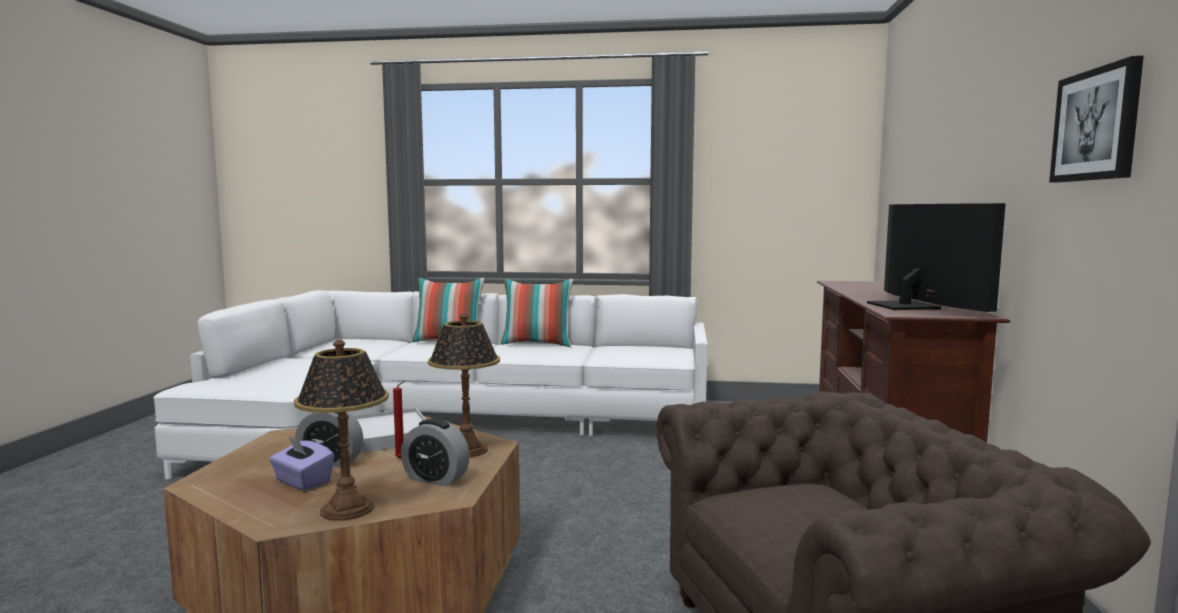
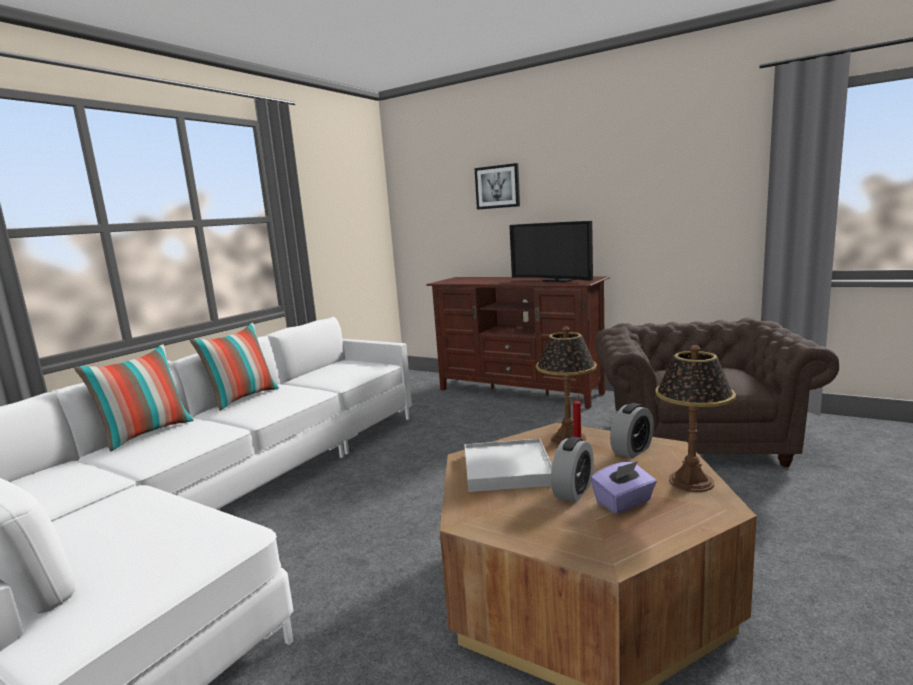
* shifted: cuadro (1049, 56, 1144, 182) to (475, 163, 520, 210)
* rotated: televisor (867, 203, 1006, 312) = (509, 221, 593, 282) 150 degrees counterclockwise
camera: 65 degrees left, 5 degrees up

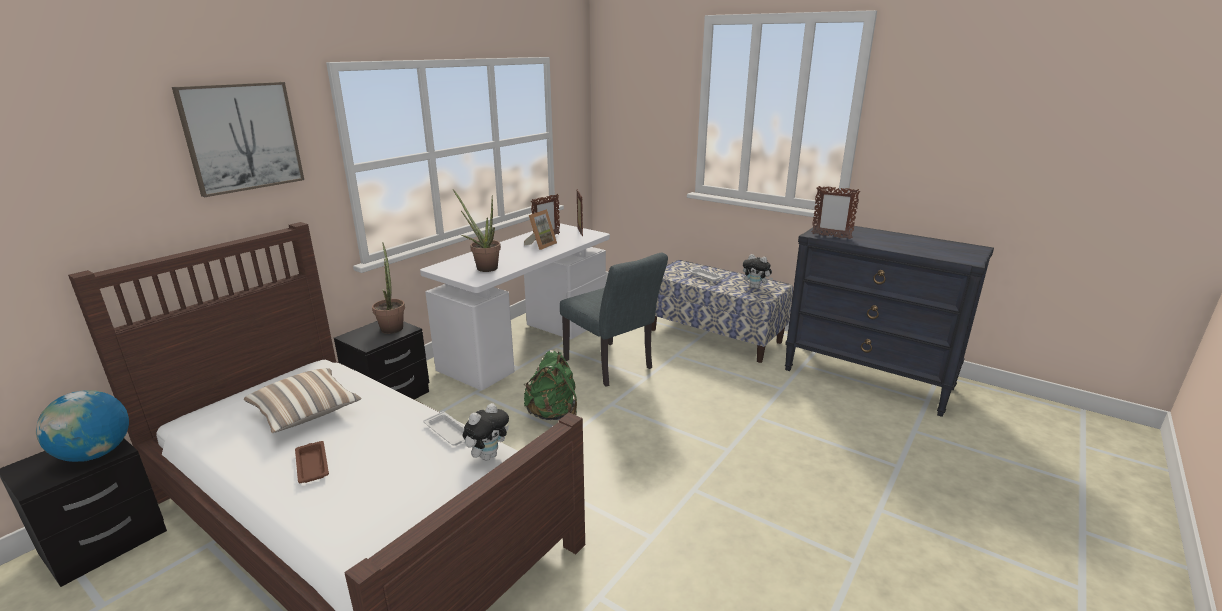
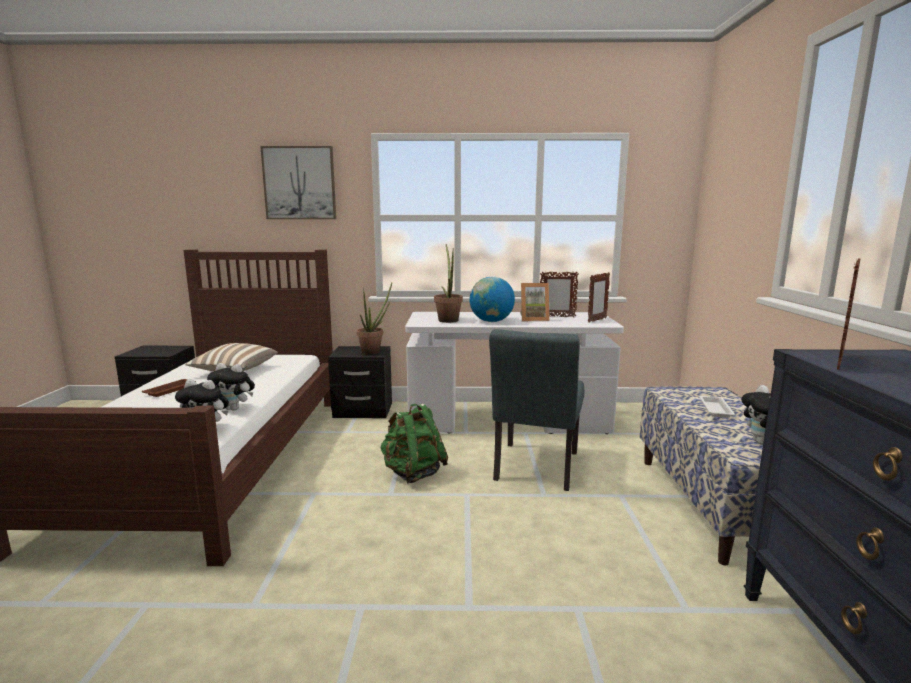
* swapped: bandeja/blanco (423, 411, 465, 446) to peluche (207, 363, 255, 411)
* shifted: globo terráqueo (36, 390, 129, 462) to (469, 277, 515, 322)
* rotated: portarretratos (812, 186, 860, 239) = (837, 258, 861, 370) 135 degrees counterclockwise
camera: 55 degrees right, 10 degrees down

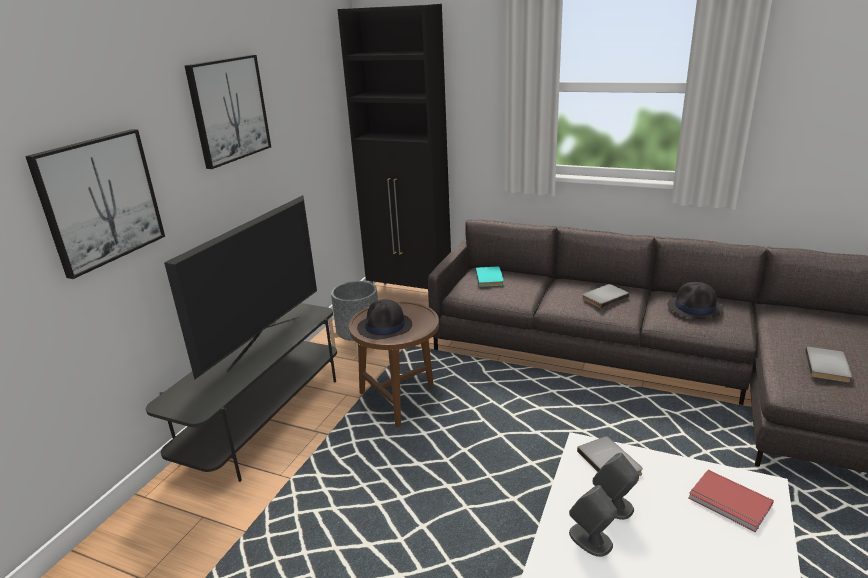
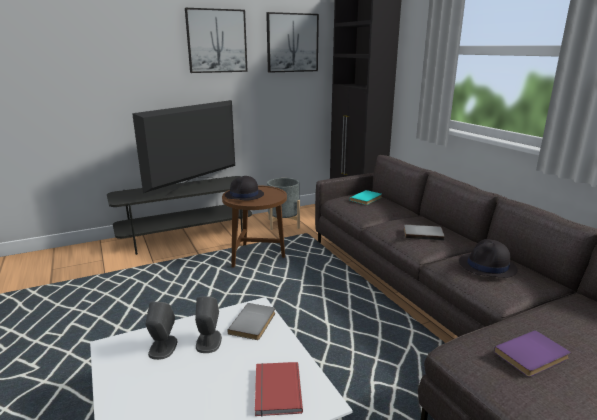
* rotated: televisor (164, 195, 317, 380) = (132, 100, 235, 196) 150 degrees clockwise
* shifted: cuadro (25, 129, 165, 279) to (266, 12, 319, 73)
* repainted: libro/gris (805, 346, 852, 383) to libro/morado (494, 330, 570, 377)
camera: 40 degrees right, 5 degrees down

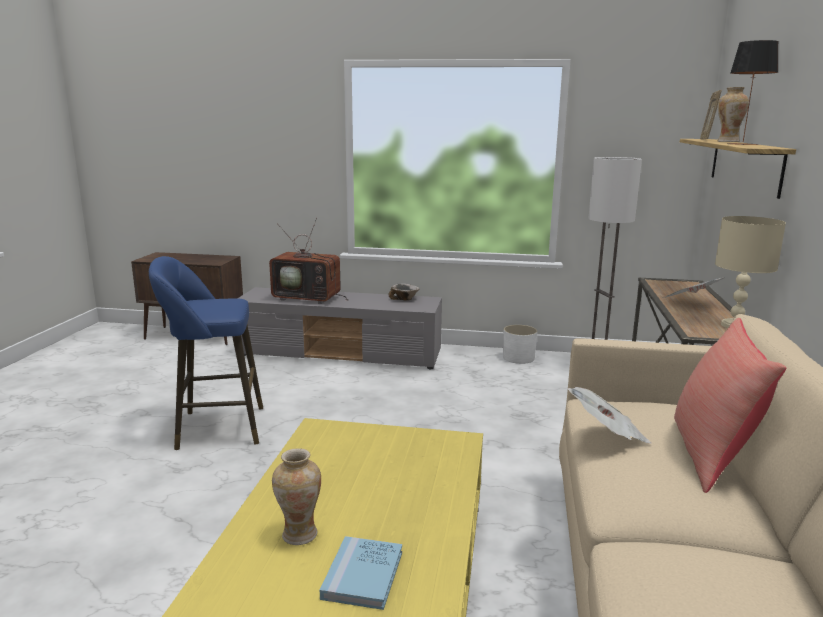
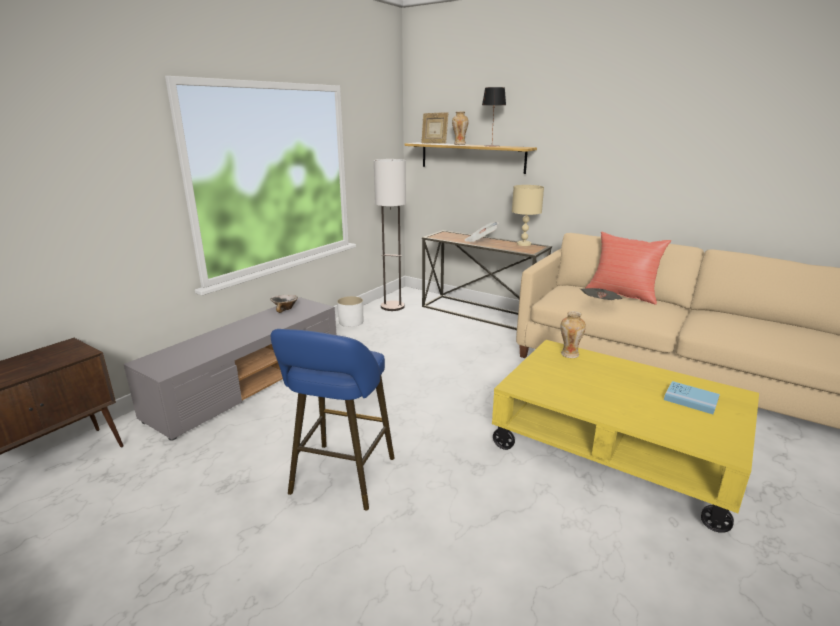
* shifted: florero (272, 448, 321, 545) to (560, 311, 586, 358)
* gone: televisor (269, 218, 348, 304)
camera: 65 degrees left, 5 degrees up

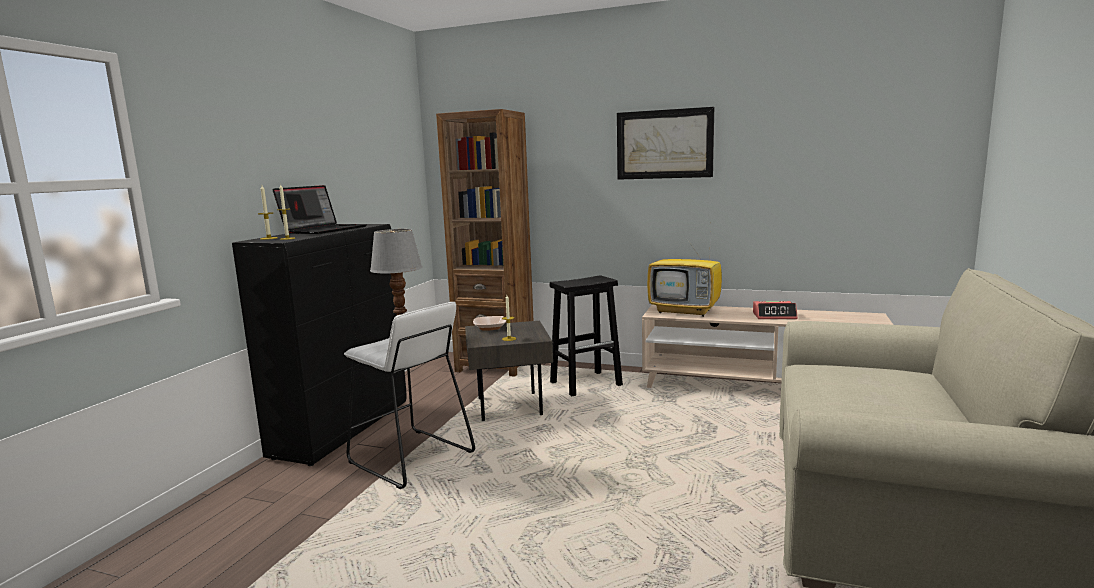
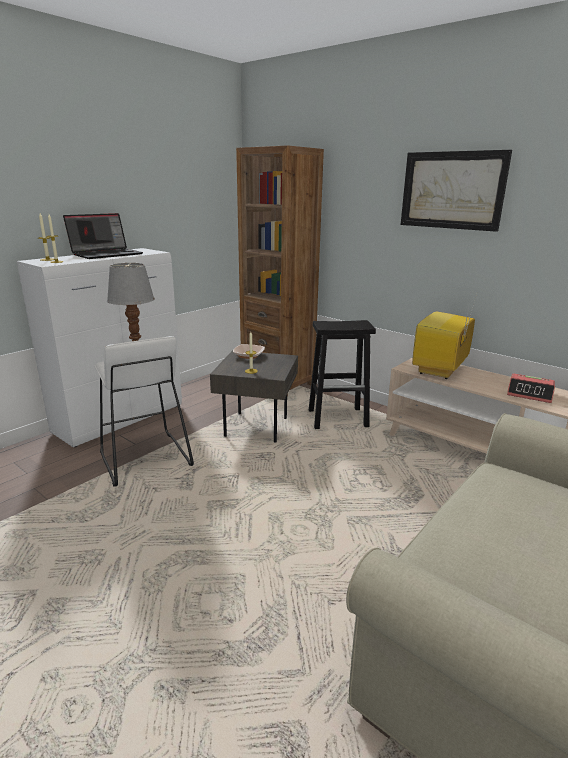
* repainted: armario/negro (232, 224, 407, 466) to armario/blanco (17, 248, 182, 447)
* rotated: televisor (647, 227, 722, 317) = (412, 288, 476, 379) 75 degrees clockwise
camera: 20 degrees right, 10 degrees up

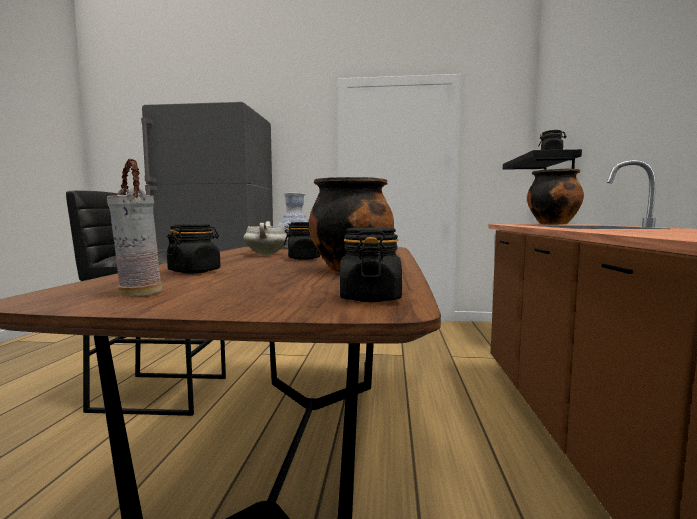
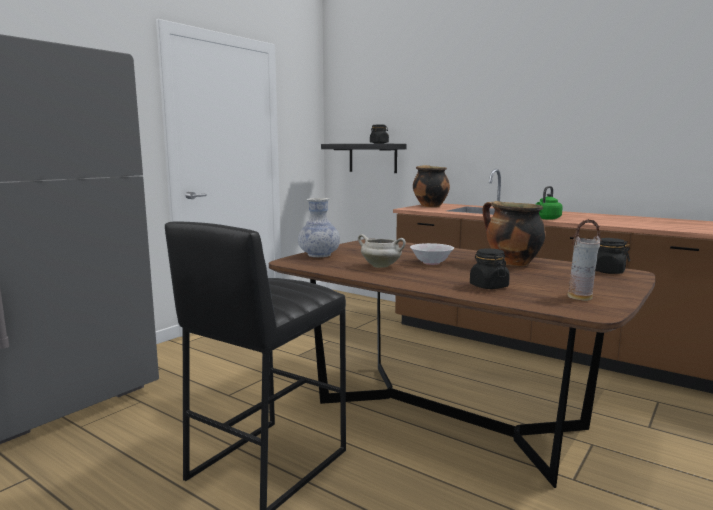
* swapped: tarro/negro (284, 222, 320, 260) to cuenco/blanco (410, 243, 454, 265)
* new: hervidor/verde (536, 186, 563, 220)
camera: 60 degrees left, 5 degrees up

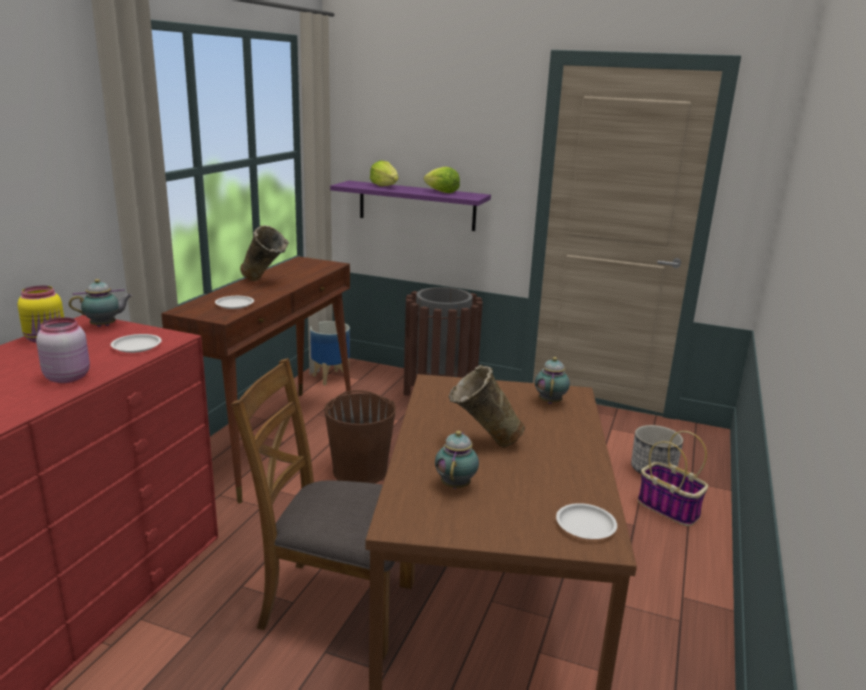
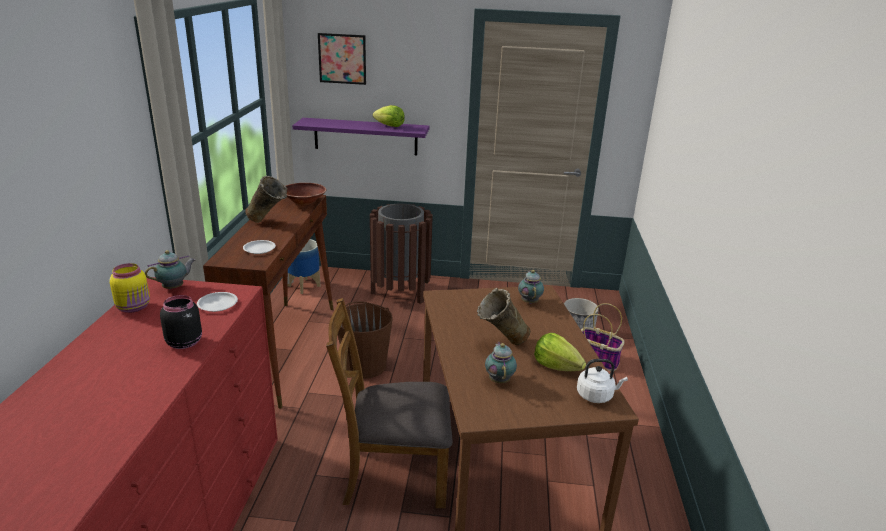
* repainted: tarro/rosa (36, 317, 90, 383) to tarro/negro (160, 295, 202, 349)
* new: cuenco/marrón (286, 183, 326, 206)
* new: cuadro (318, 33, 366, 85)
* shifted: lechuga (370, 160, 399, 186) to (534, 333, 586, 371)
* swapped: plato/blanco (556, 503, 617, 539) to hervidor/blanco (577, 359, 628, 403)
camera: 15 degrees left, 5 degrees up

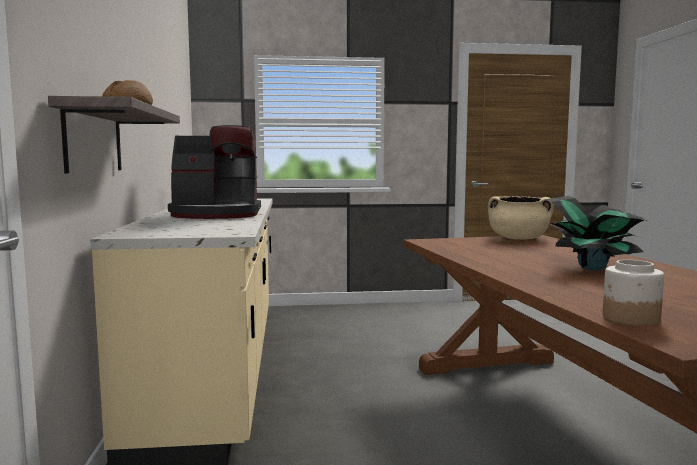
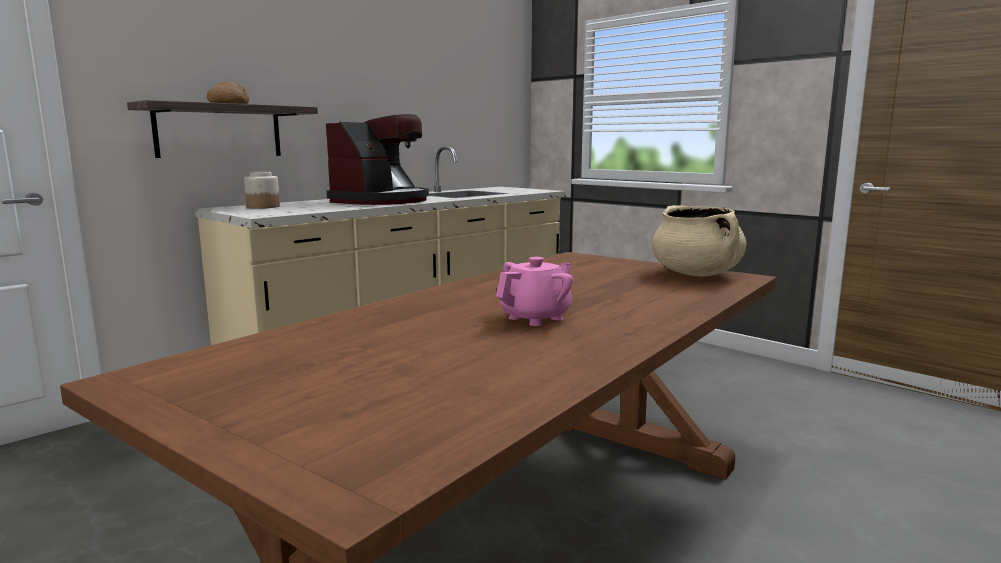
* shifted: tarro (603, 260, 664, 326) to (244, 172, 280, 209)
* rotated: cafetera (168, 125, 261, 219) = (326, 114, 429, 205) 105 degrees counterclockwise
* swapped: planta en maceta (545, 196, 644, 270) to tetera/rosa (496, 257, 573, 326)
camera: 50 degrees right, 5 degrees up

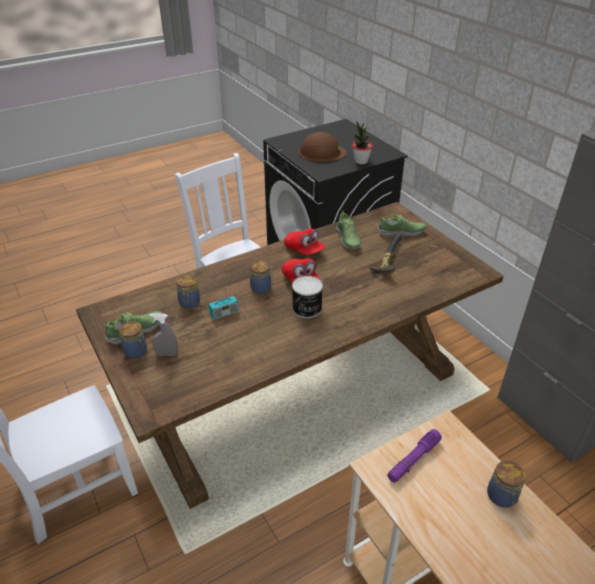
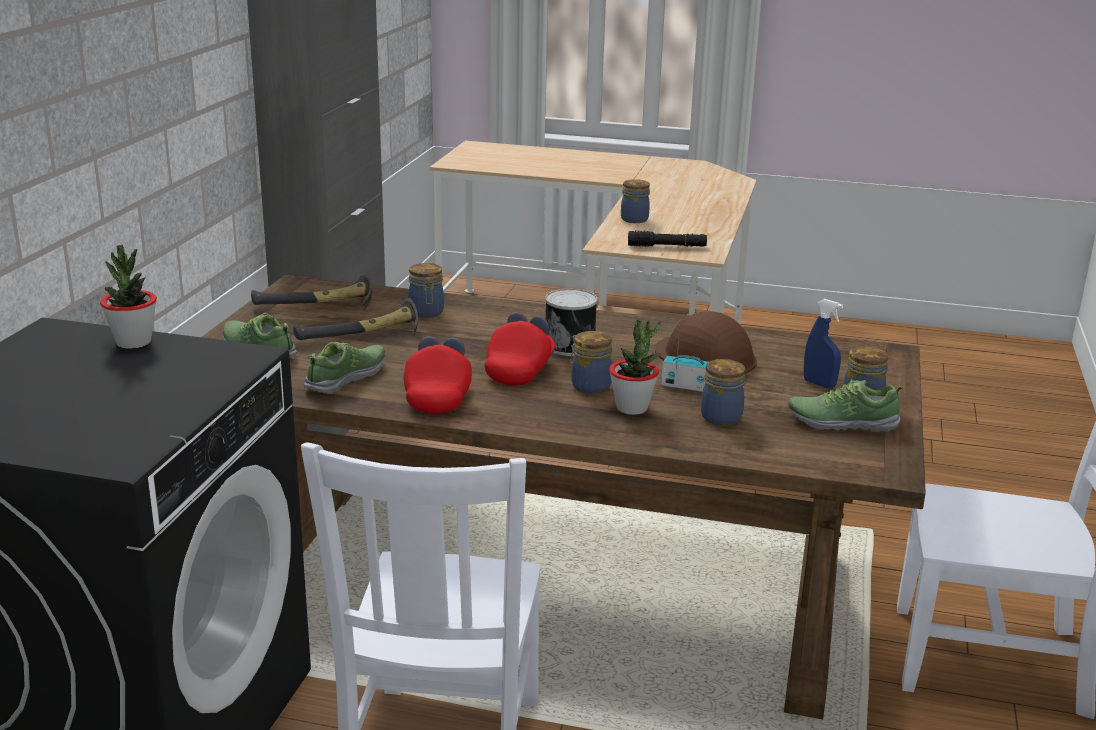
* new: martillo (251, 274, 372, 311)
* new: tarro (408, 263, 444, 318)
* new: planta en maceta (609, 319, 661, 415)
* repainted: linterna/morado (387, 429, 442, 483) to linterna/negro (628, 231, 707, 247)
* shifted: casco/marrón (298, 132, 347, 162) to (655, 311, 757, 374)
* repainted: pulverizador/gris (150, 313, 178, 356) to pulverizador/azul (804, 299, 843, 388)
camera: 135 degrees left, 15 degrees down

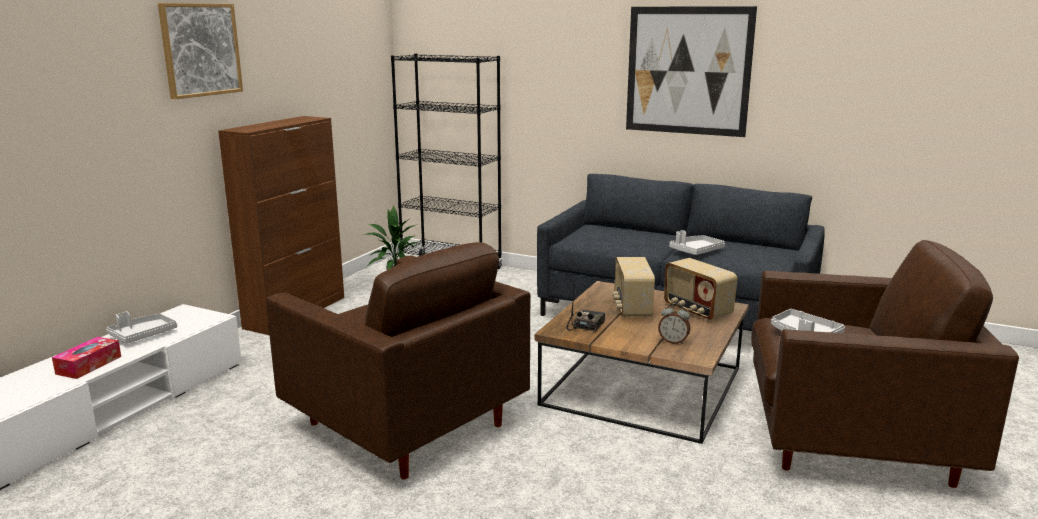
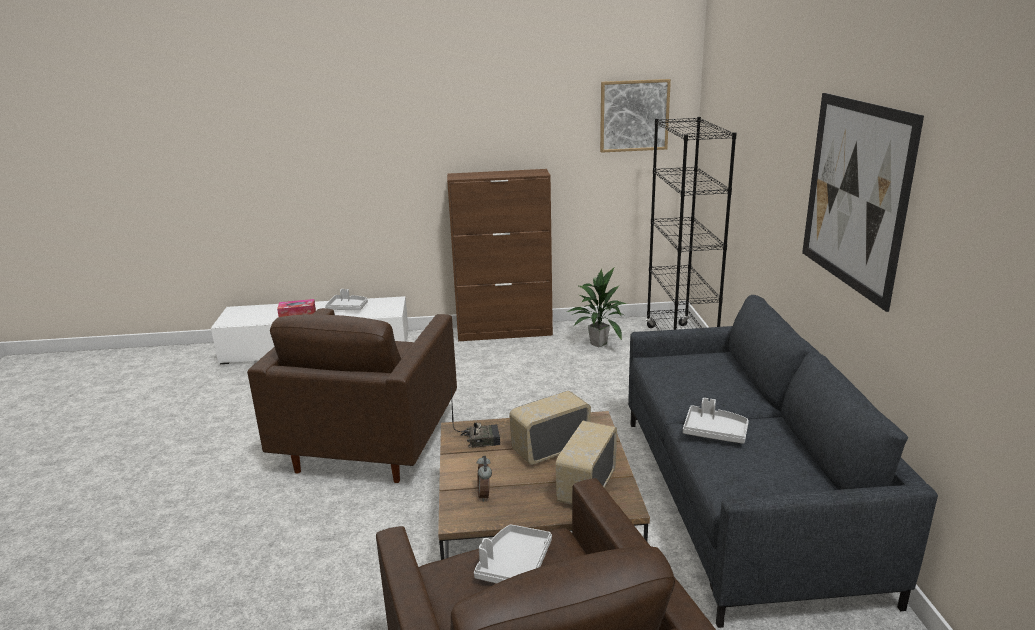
* shifted: cuadro (158, 3, 243, 99) to (600, 79, 671, 153)
camera: 60 degrees right, 5 degrees up

